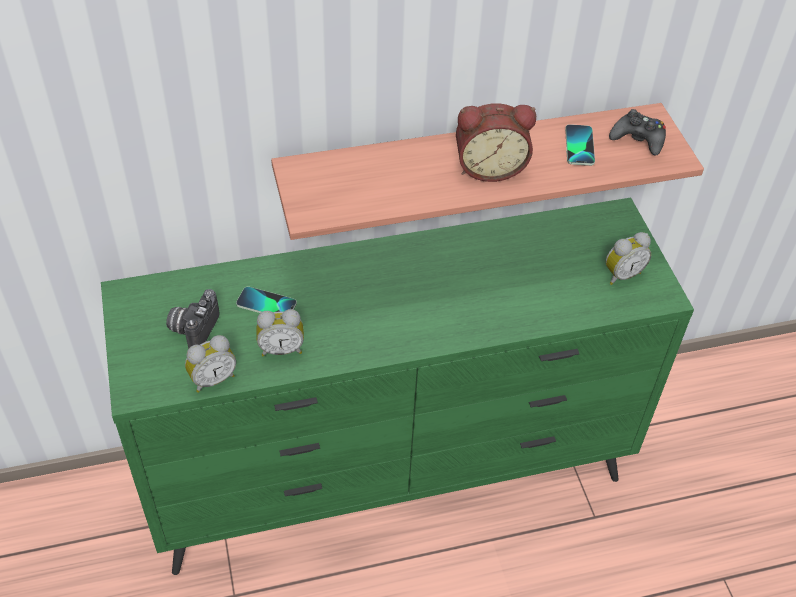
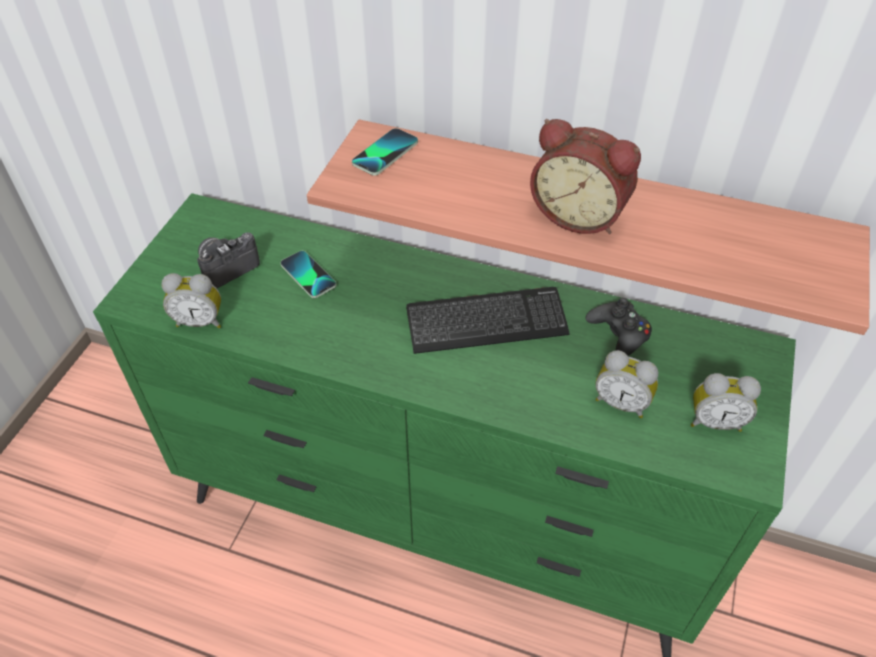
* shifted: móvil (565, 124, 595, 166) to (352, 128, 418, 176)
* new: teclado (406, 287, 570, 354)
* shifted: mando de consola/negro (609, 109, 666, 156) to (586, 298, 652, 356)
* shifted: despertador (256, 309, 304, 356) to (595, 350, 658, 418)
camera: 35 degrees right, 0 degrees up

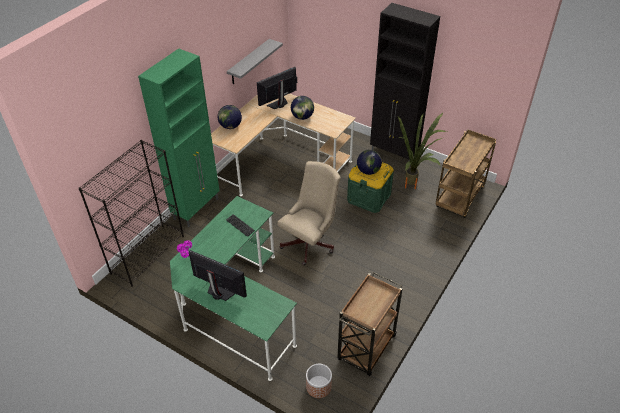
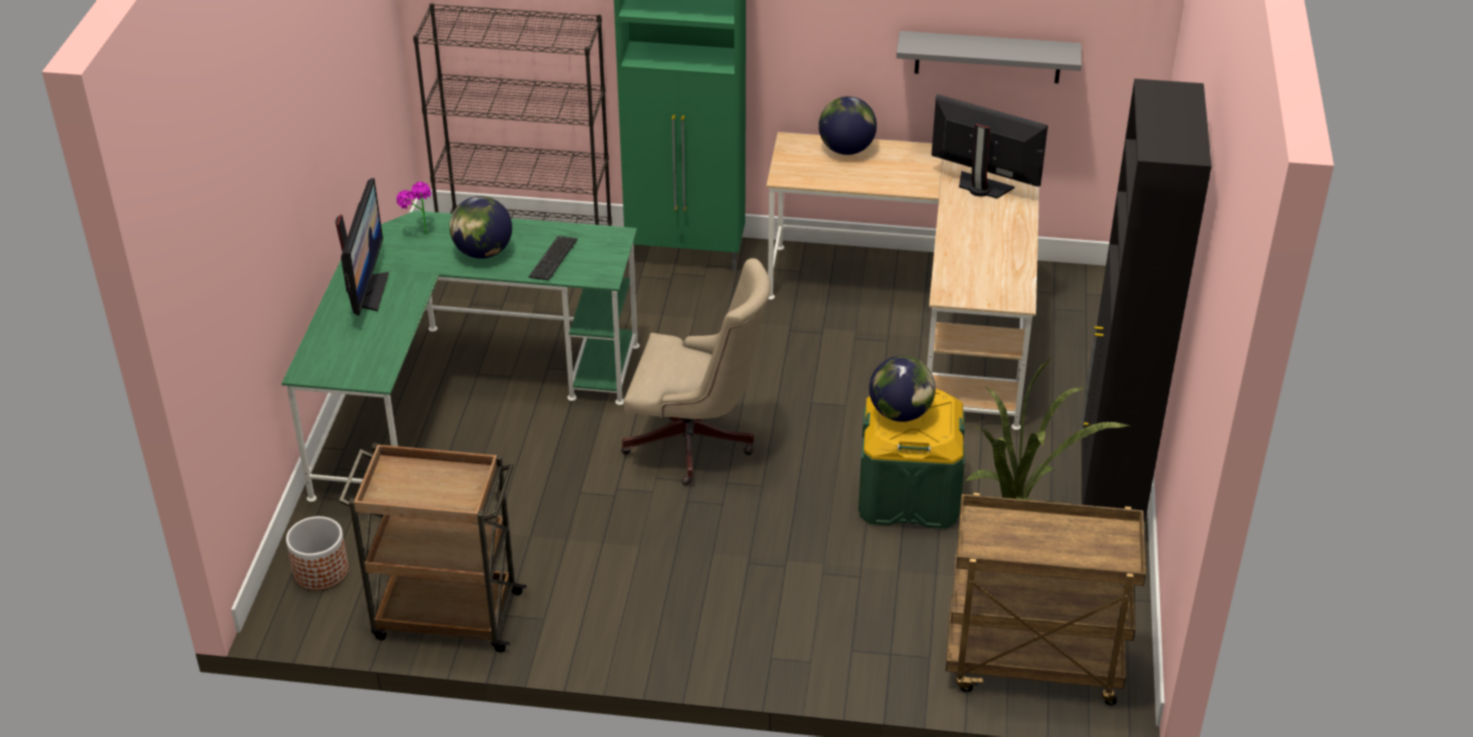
* shifted: globo terráqueo (291, 96, 314, 120) to (449, 196, 512, 259)
camera: 65 degrees right, 5 degrees down

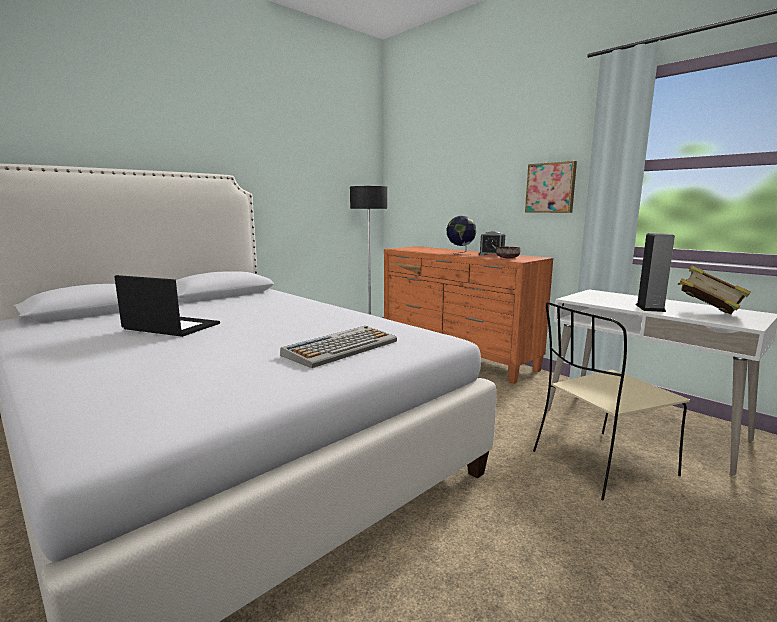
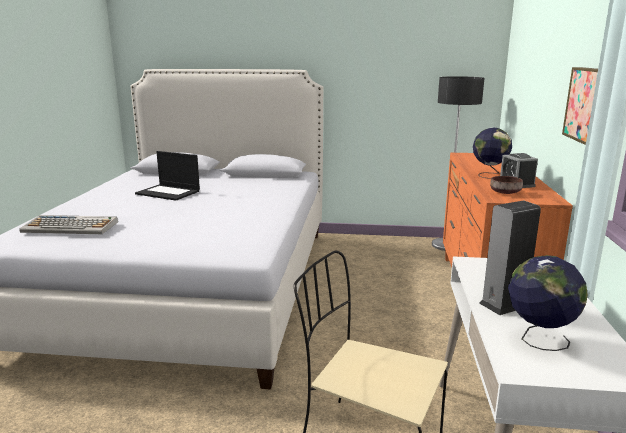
* shifted: teclado (280, 326, 397, 368) to (19, 215, 118, 234)
* rotated: portátil (114, 275, 220, 337) = (135, 151, 200, 201) 135 degrees clockwise
* swapped: libro (678, 265, 751, 314) to globo terráqueo (508, 255, 588, 351)
camera: 50 degrees right, 5 degrees up

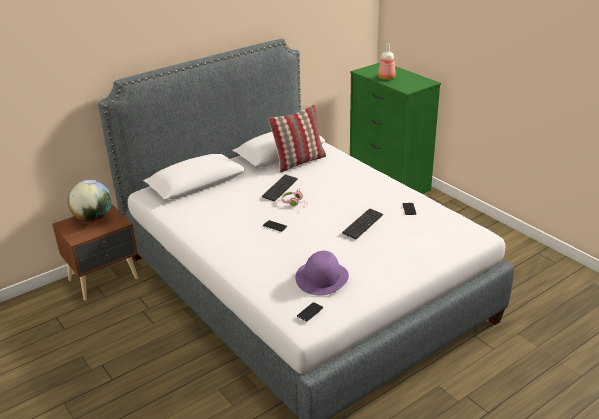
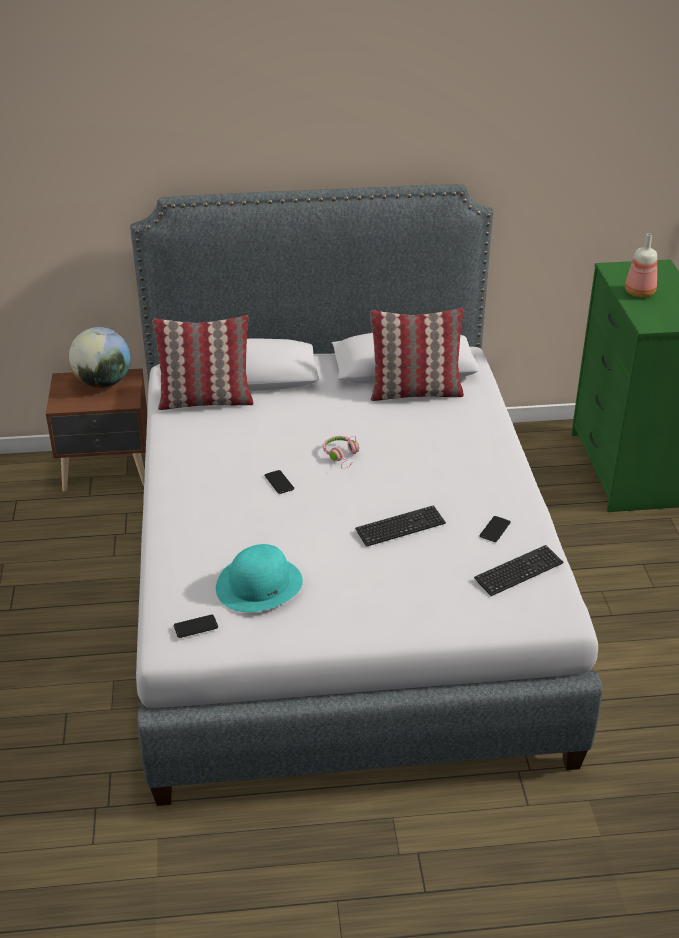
* new: cojín (153, 315, 254, 410)
* repainted: sombrero/morado (295, 251, 349, 295) to sombrero/turquesa (216, 544, 303, 612)
* shifted: teclado (261, 174, 298, 202) to (474, 545, 564, 596)
camera: 30 degrees right, 5 degrees up

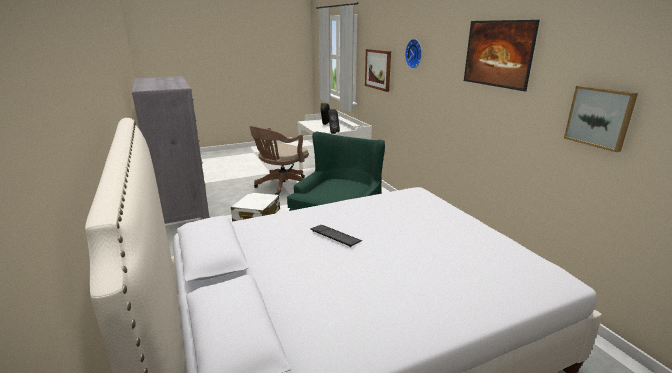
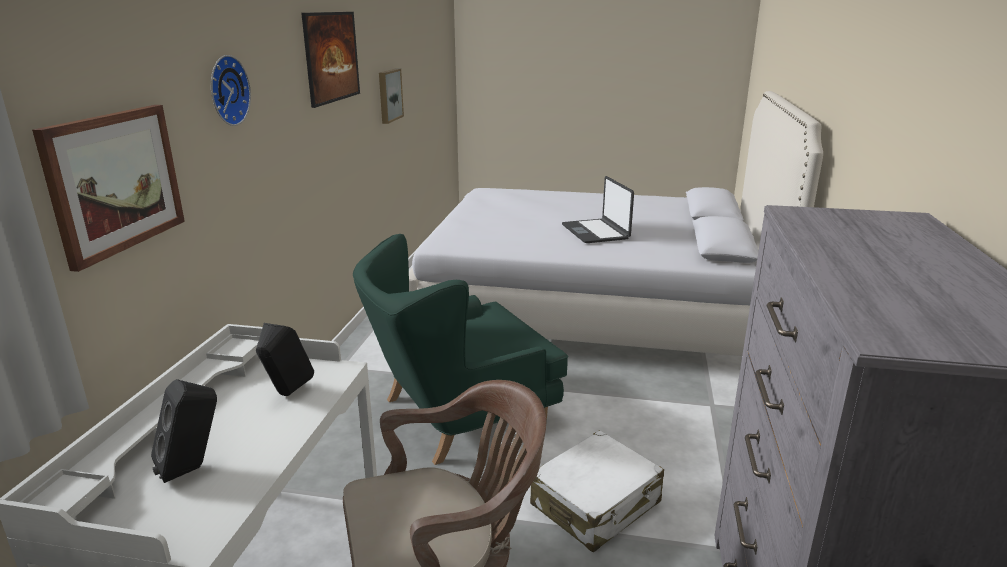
* swapped: teclado (311, 225, 362, 247) to portátil (562, 176, 634, 243)
camera: 145 degrees left, 0 degrees up

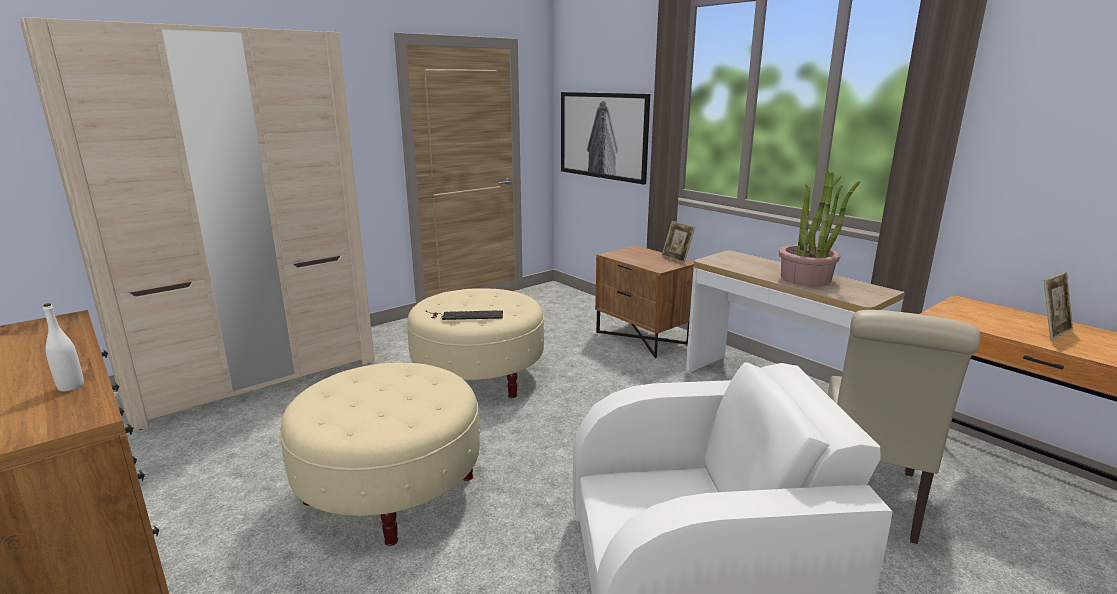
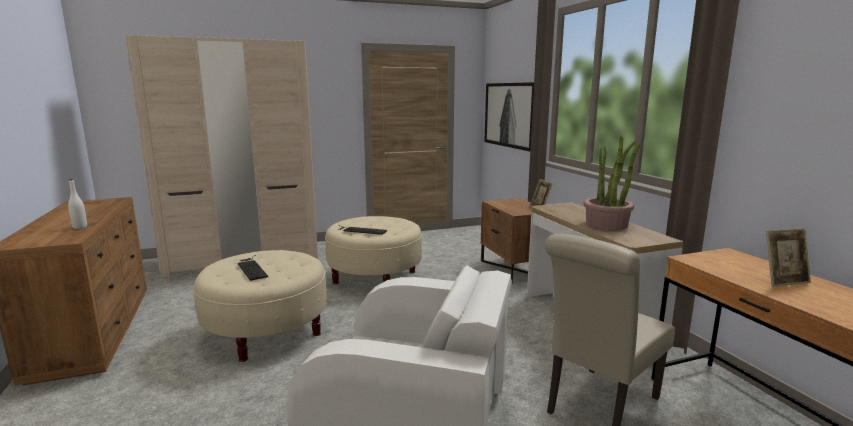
* new: teclado (238, 255, 268, 281)
camera: 20 degrees right, 5 degrees down

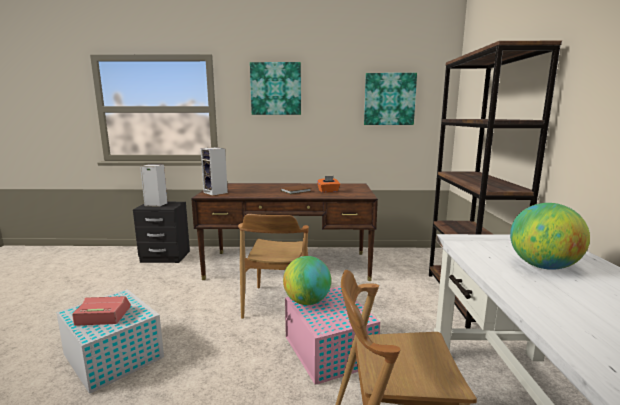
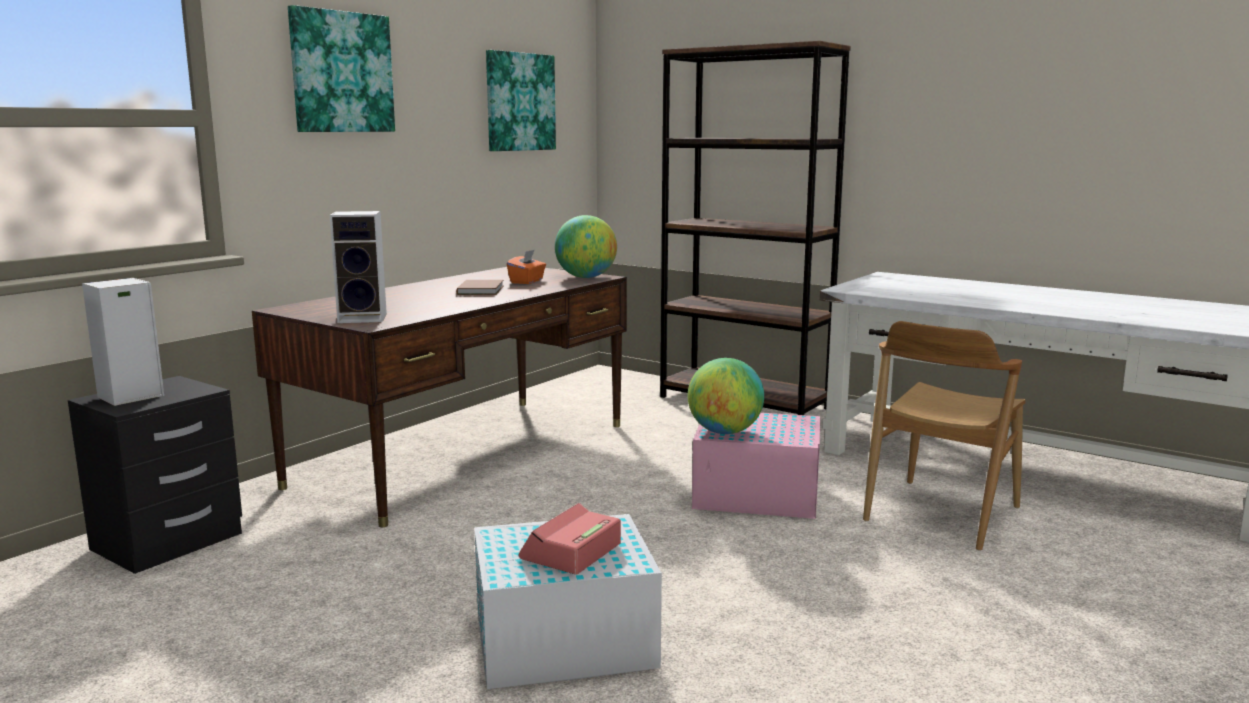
* shifted: globo terráqueo (510, 203, 590, 270) to (555, 215, 617, 278)
* gone: silla/marrón (238, 214, 309, 319)
camera: 55 degrees left, 0 degrees up

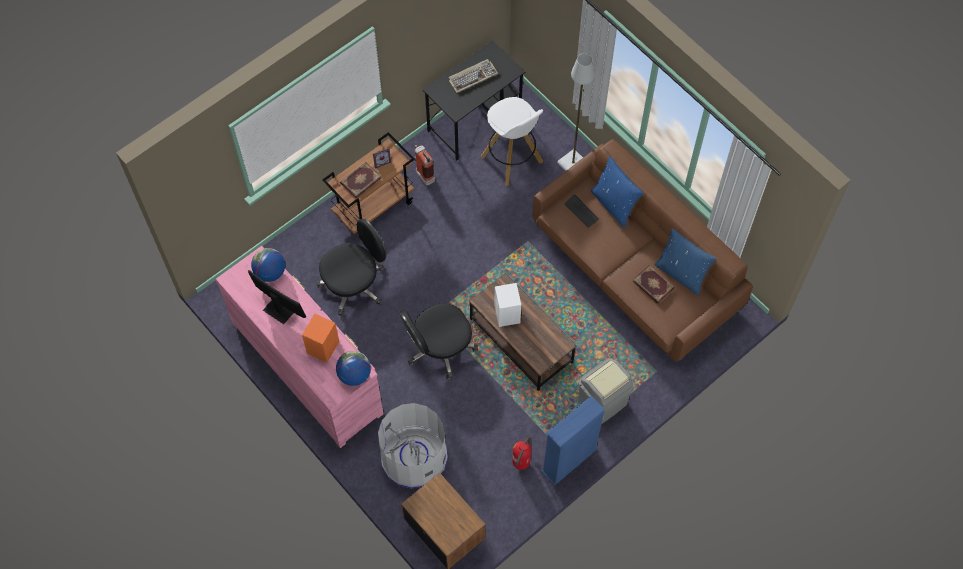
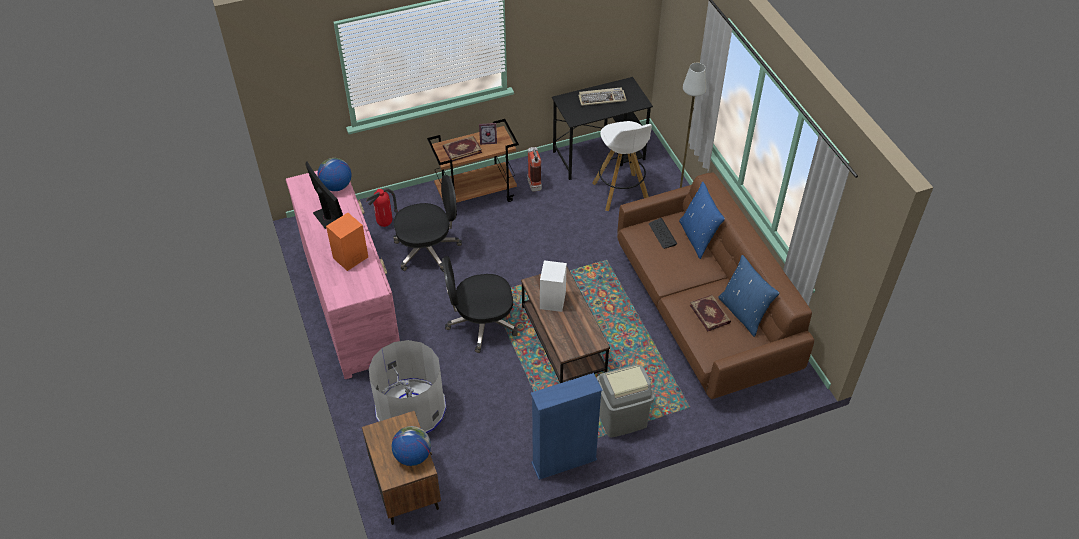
* shifted: extintor (512, 437, 532, 470) to (366, 188, 398, 227)
* shifted: globo terráqueo (336, 351, 371, 386) to (391, 426, 431, 466)
camera: 20 degrees right, 15 degrees down

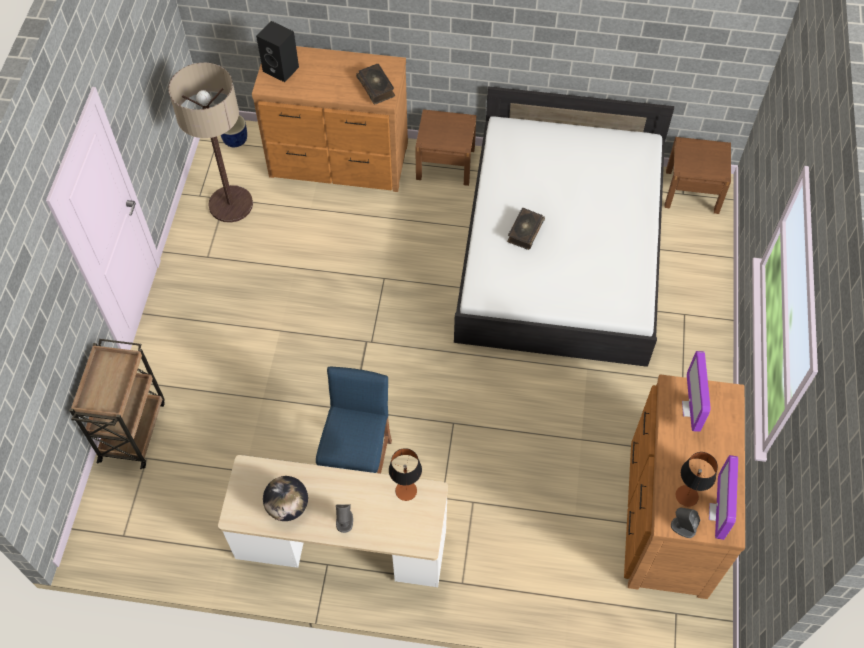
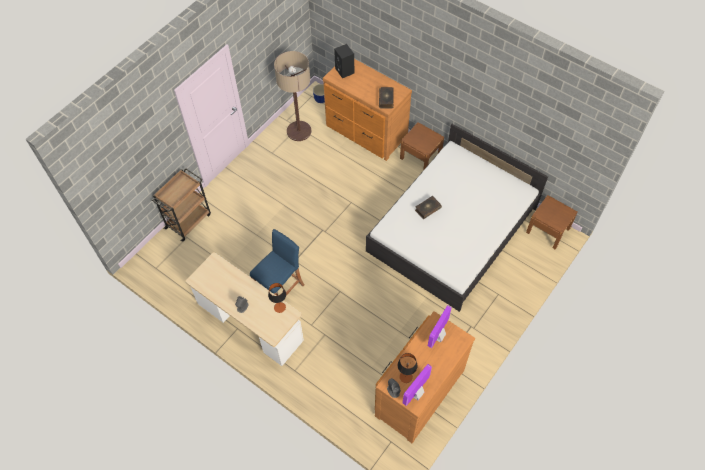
* gone: globo terráqueo (263, 476, 308, 521)
camera: 30 degrees right, 0 degrees up

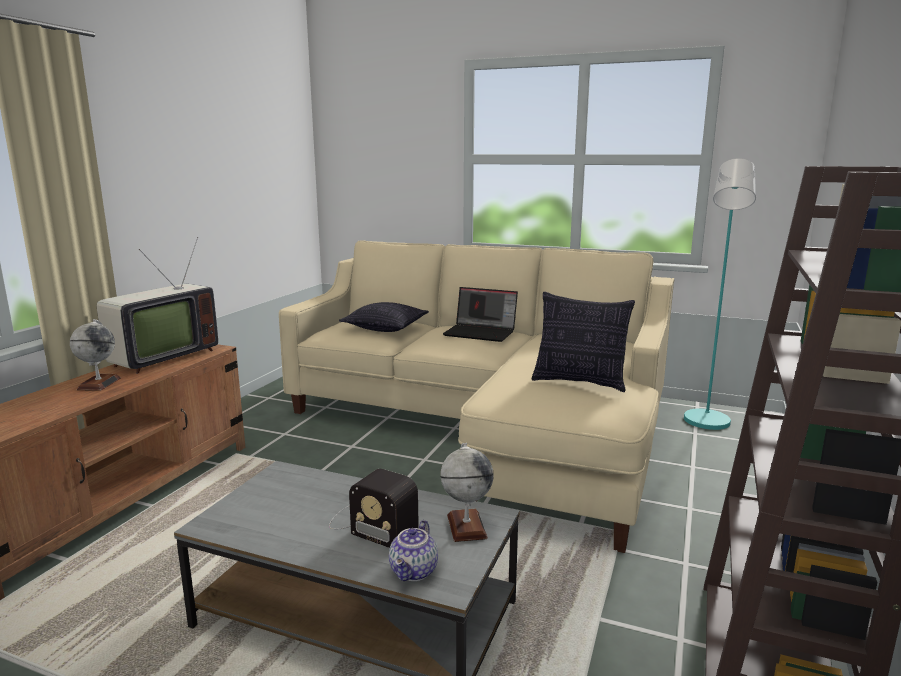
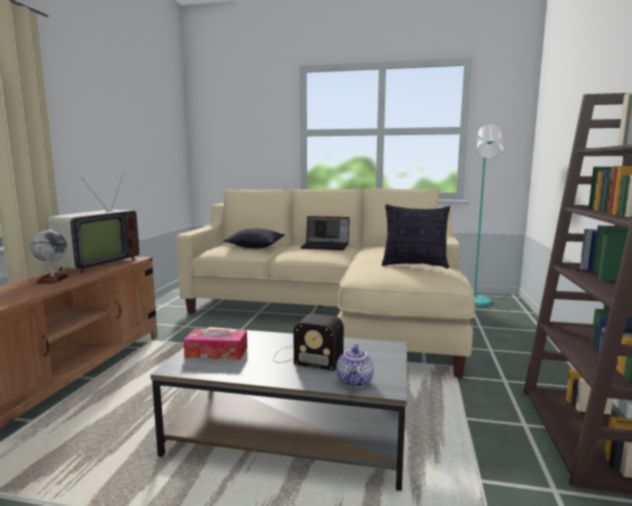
* new: caja de pañuelos (184, 329, 247, 360)
* gone: globo terráqueo (441, 443, 494, 542)
camera: 10 degrees left, 5 degrees down

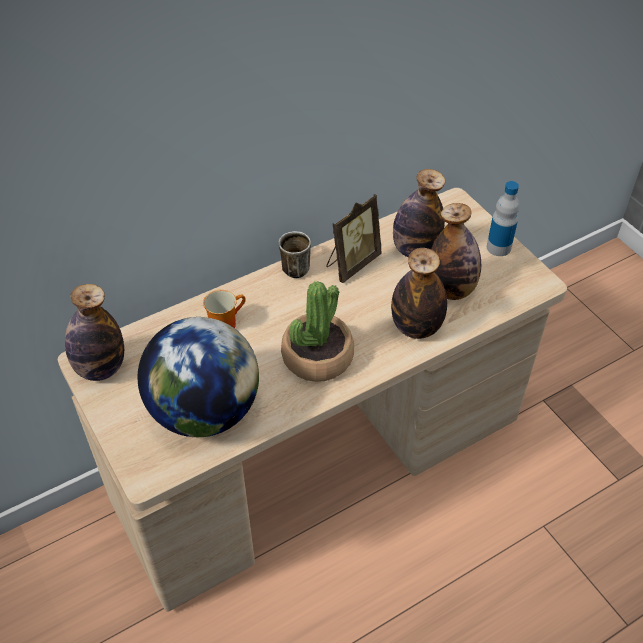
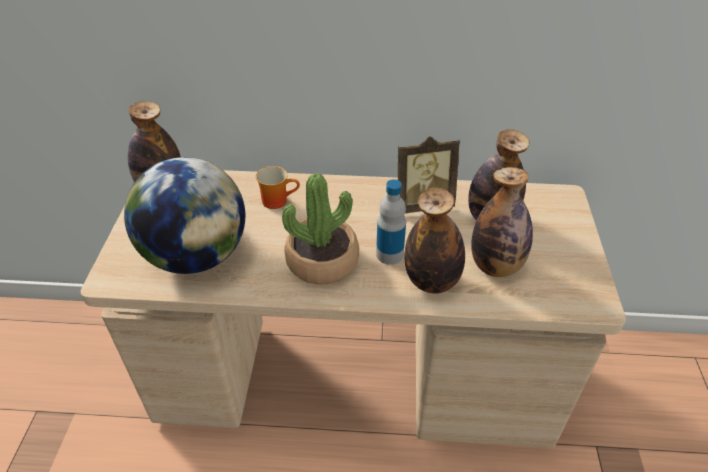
* shifted: botella (487, 181, 520, 256) to (376, 179, 406, 265)
* gone: taza grande (278, 231, 311, 279)
camera: 35 degrees right, 5 degrees down

